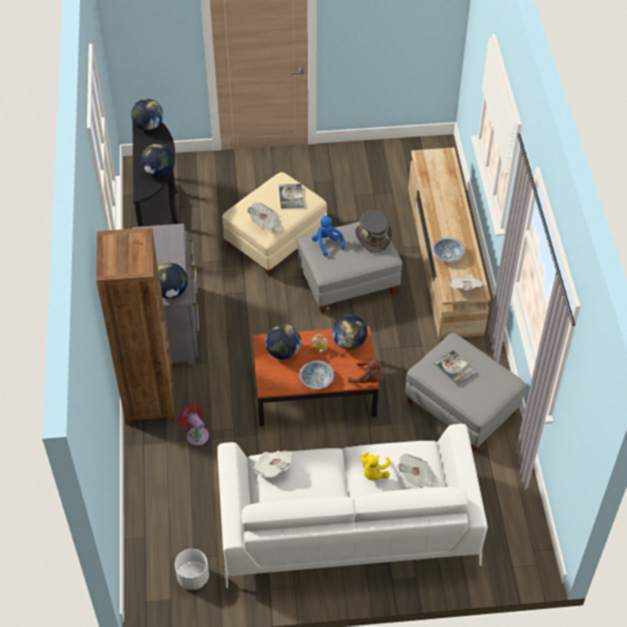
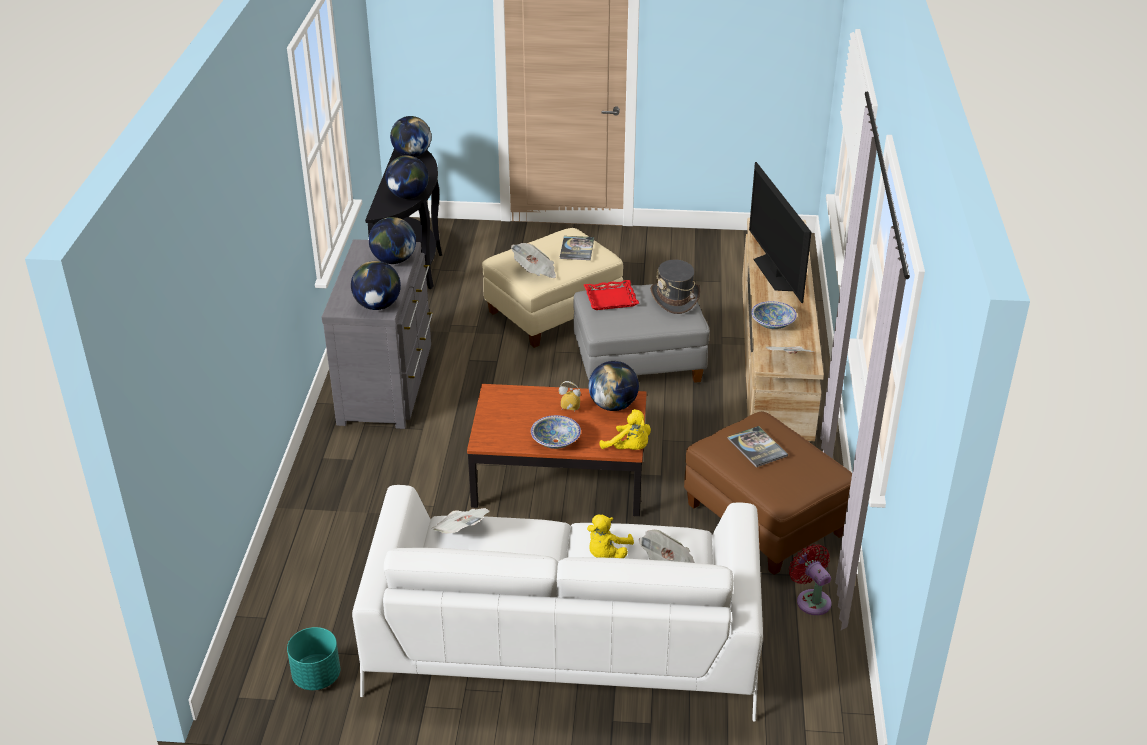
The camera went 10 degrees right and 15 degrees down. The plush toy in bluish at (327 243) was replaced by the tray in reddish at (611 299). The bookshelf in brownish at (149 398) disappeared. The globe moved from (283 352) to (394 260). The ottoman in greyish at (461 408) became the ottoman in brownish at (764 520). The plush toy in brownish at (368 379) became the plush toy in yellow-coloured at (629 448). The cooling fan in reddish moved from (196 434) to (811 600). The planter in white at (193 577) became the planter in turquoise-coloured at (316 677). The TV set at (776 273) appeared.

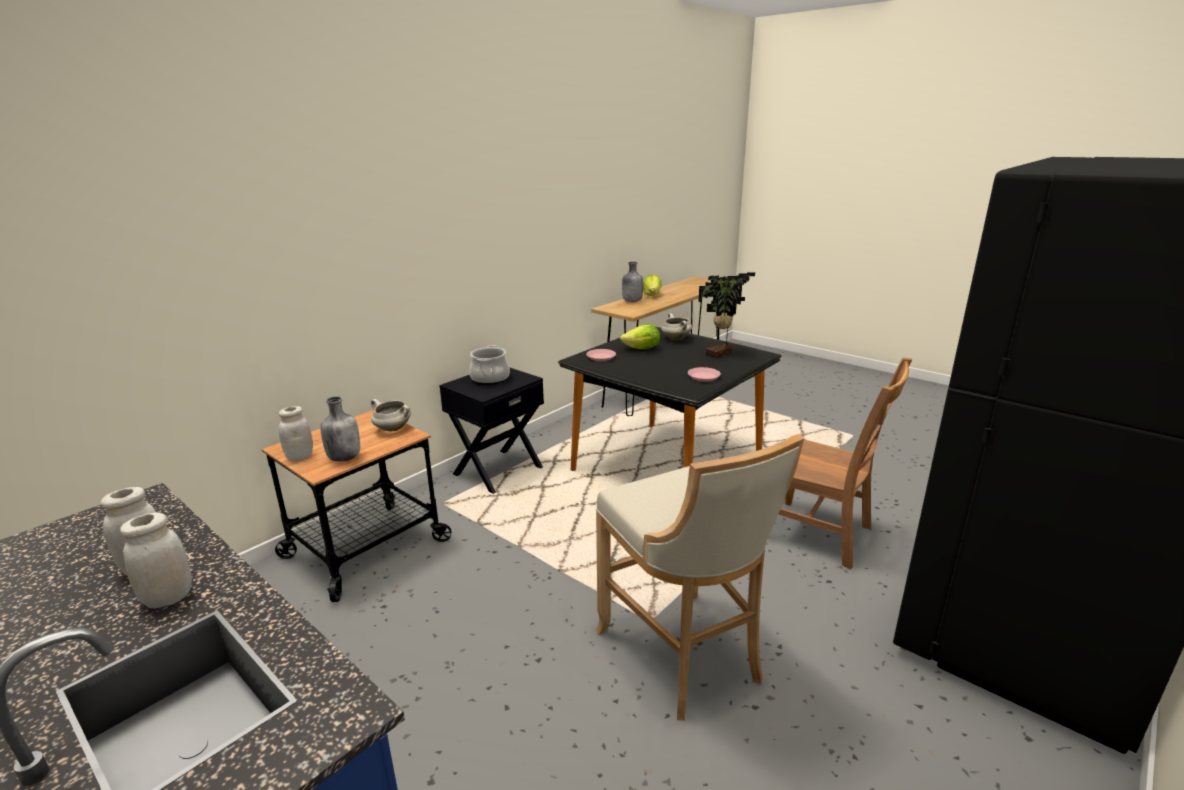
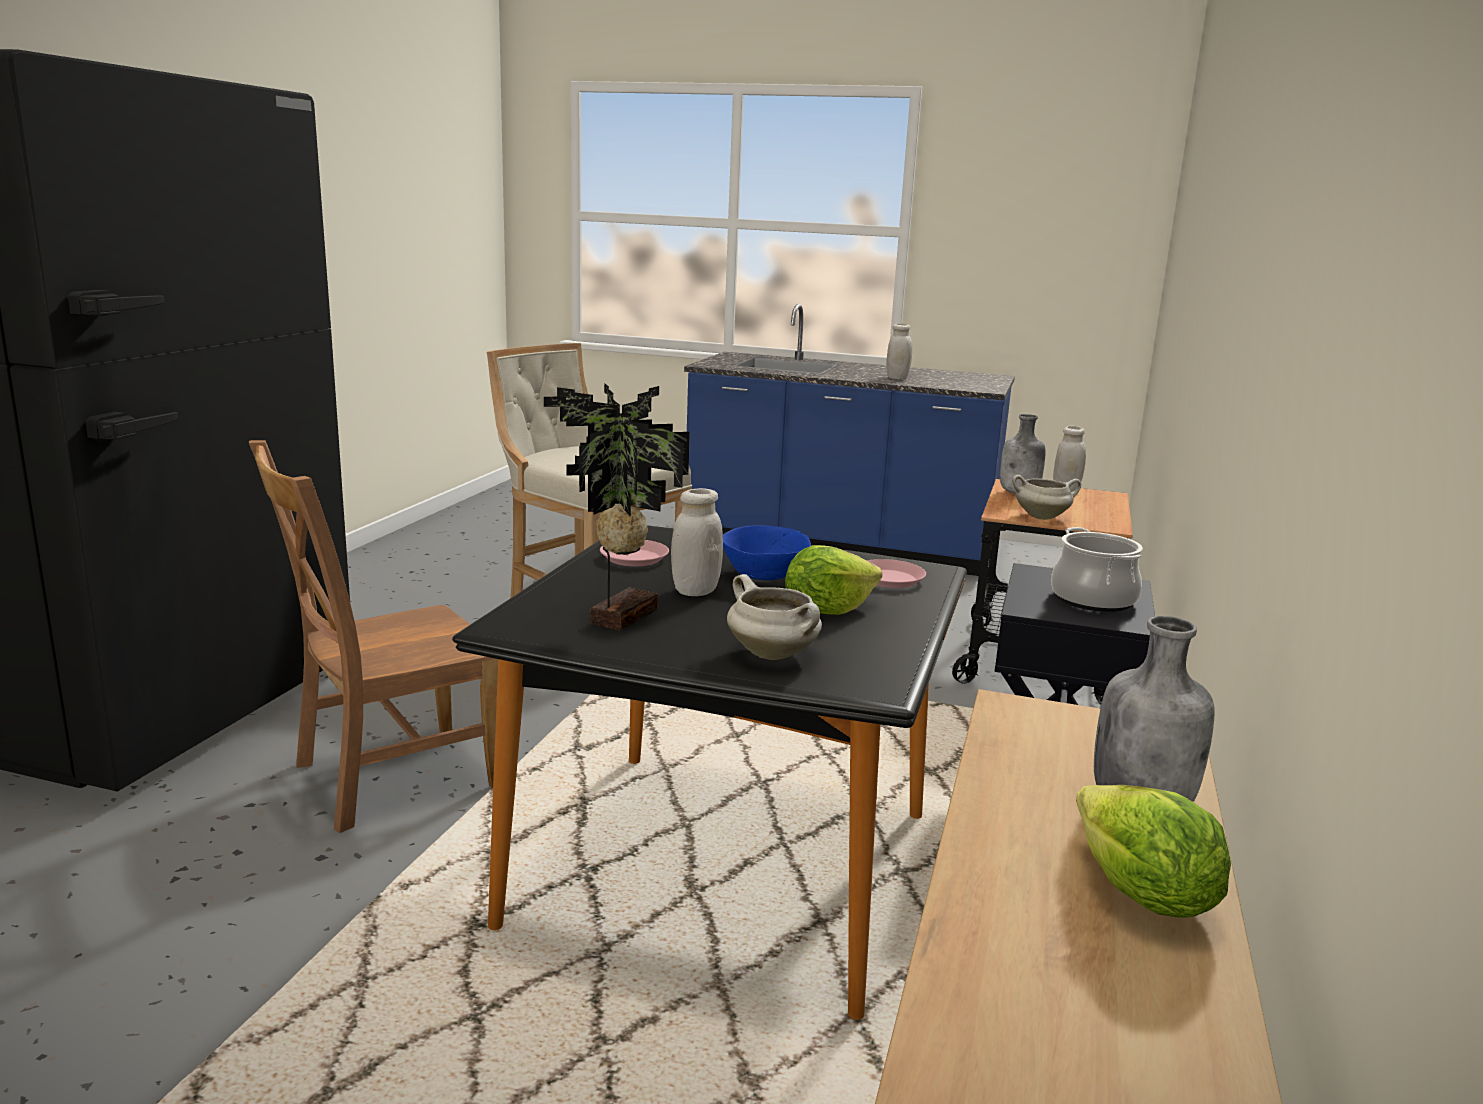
The camera went 155 degrees right and 5 degrees down. The plain chair in brownish at (821 534) turned 45 degrees counterclockwise. The jar in white moved from (168 598) to (695 590). The deep dish in bluish at (763 575) appeared.

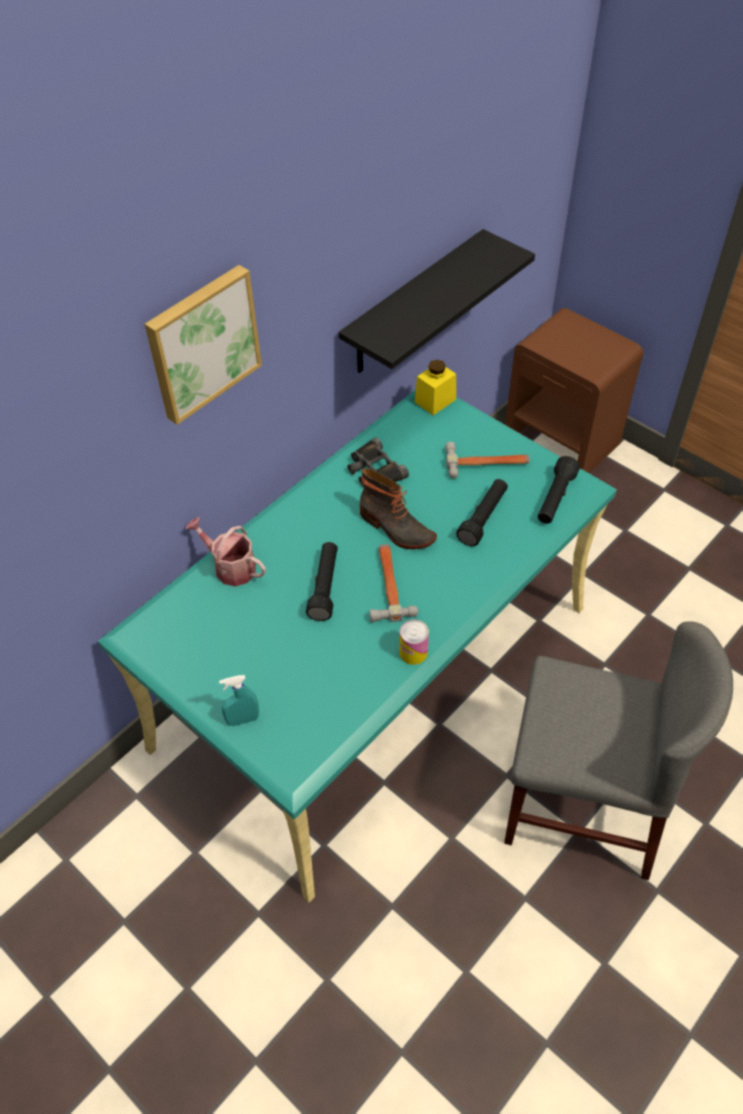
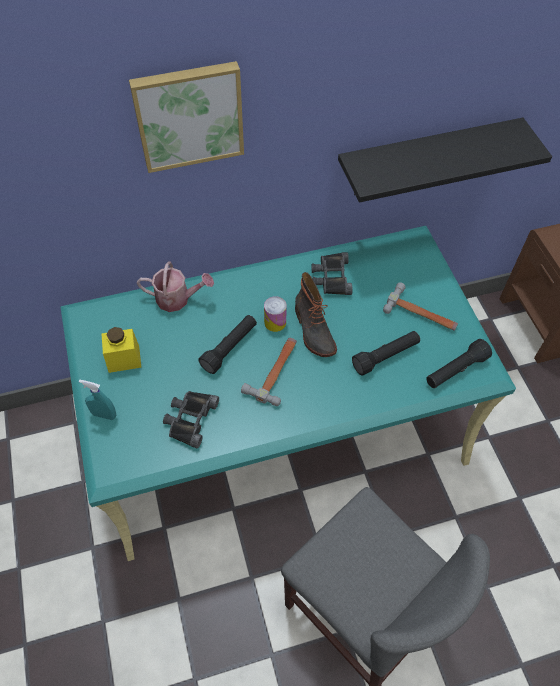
The camera went 30 degrees right and 5 degrees up. The jar in yellow-coloured moved from (435 401) to (124 359). The watering pot at (230 567) turned 120 degrees clockwise. The can moved from (413 652) to (275 322). The pair of binoculars in black at (190 419) appeared.

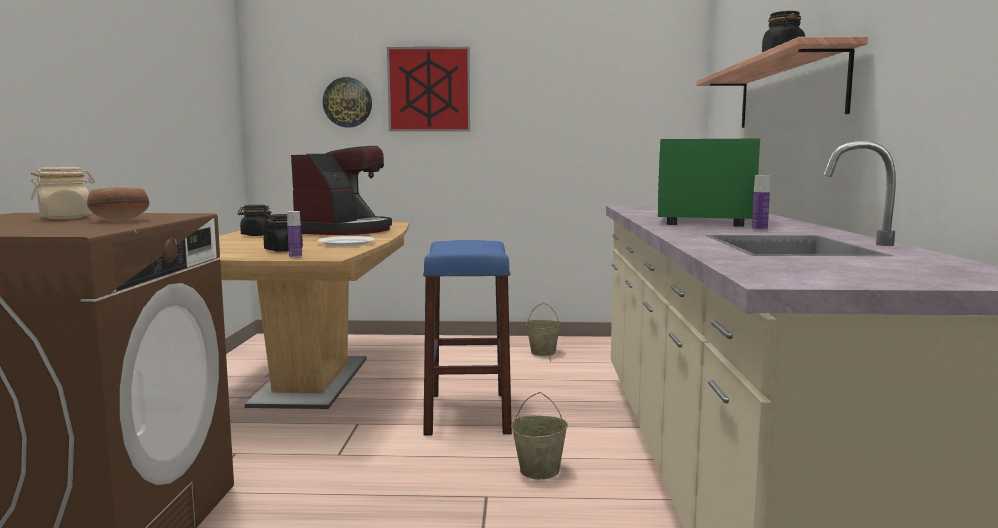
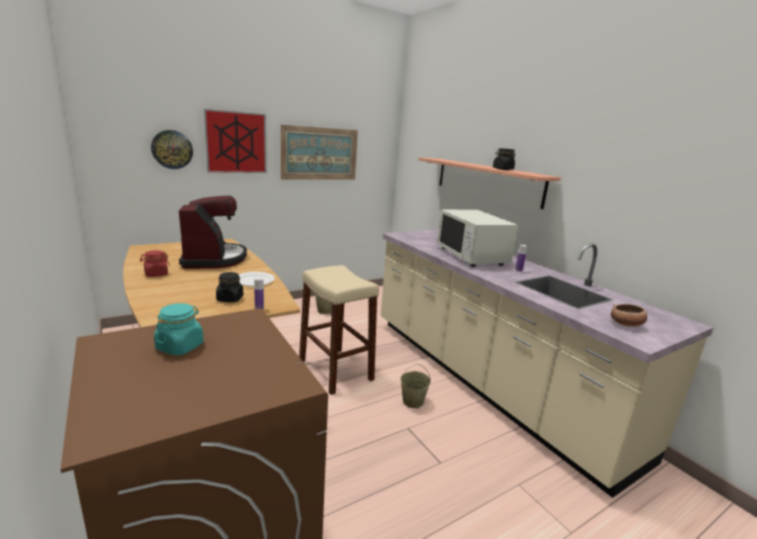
The camera went 35 degrees left and 10 degrees up. The microwave in green at (704 220) became the microwave in white at (472 256). The jar in beige-coloured at (66 218) became the jar in turquoise-coloured at (180 347). The deep dish moved from (119 220) to (626 325). The jar in black at (256 235) became the jar in reddish at (156 274). The sitting stool in bluish at (468 413) became the sitting stool in beige-coloured at (335 370). The picture at (319 153) appeared.

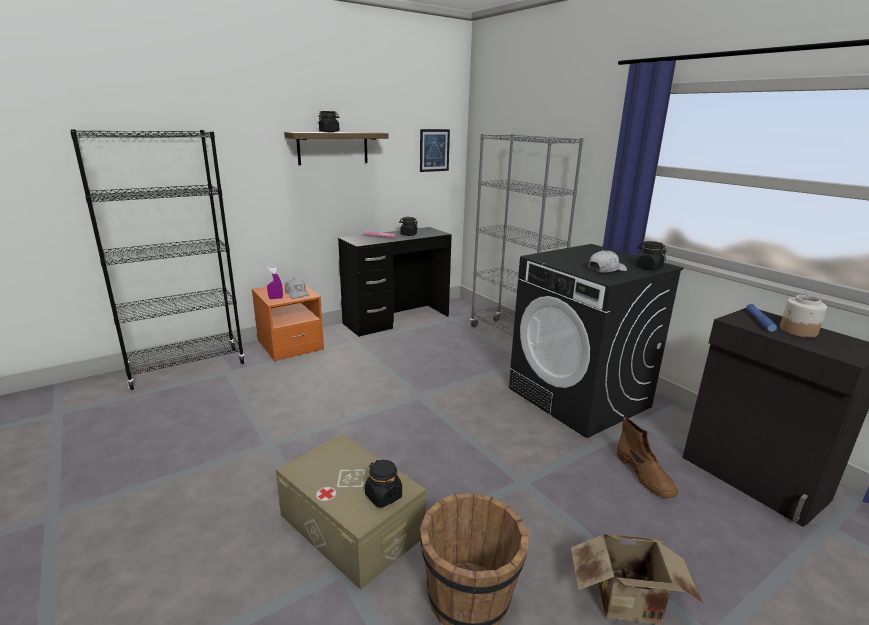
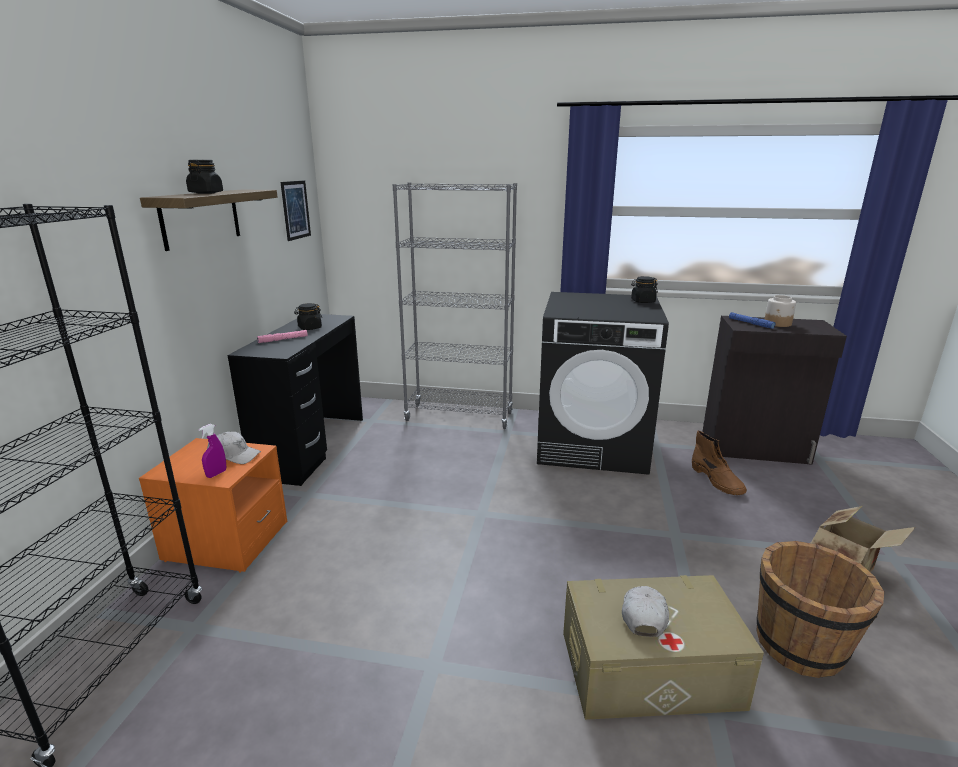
The camera went 45 degrees left and 0 degrees up. The cap in white moved from (606 270) to (643 615). The high-top boot in brownish at (644 475) turned 45 degrees clockwise. The jar in black at (383 496) disappeared.

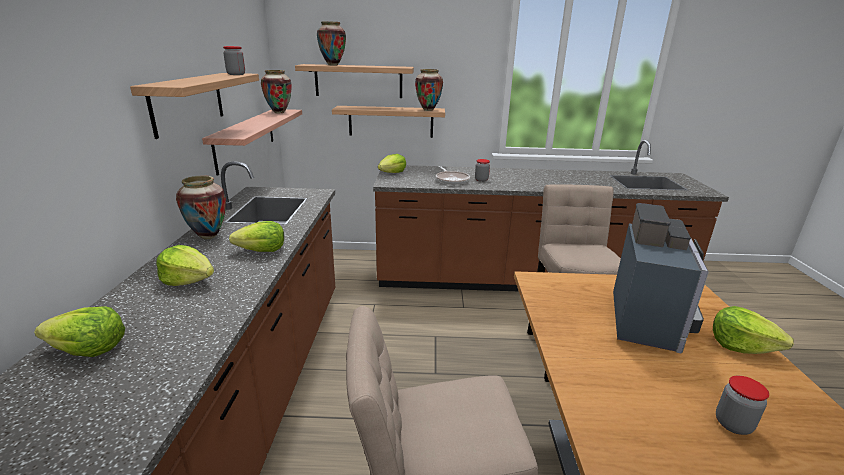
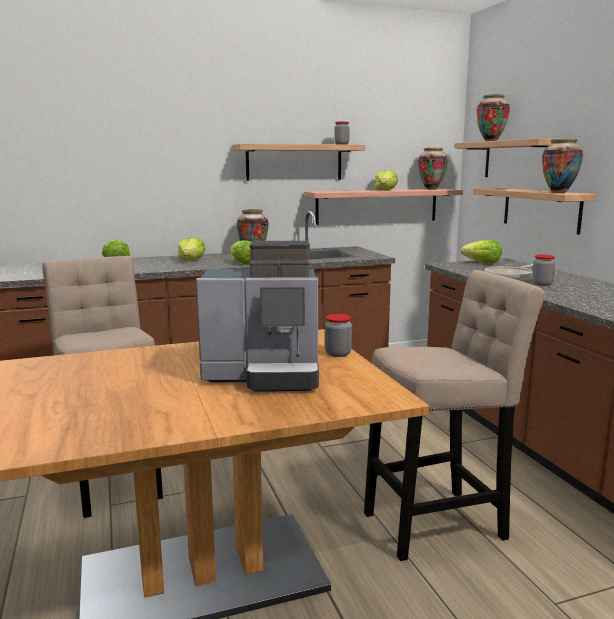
The camera went 70 degrees right and 10 degrees down. The lettuce head moved from (741 345) to (385 190). The jar moved from (733 424) to (338 353).

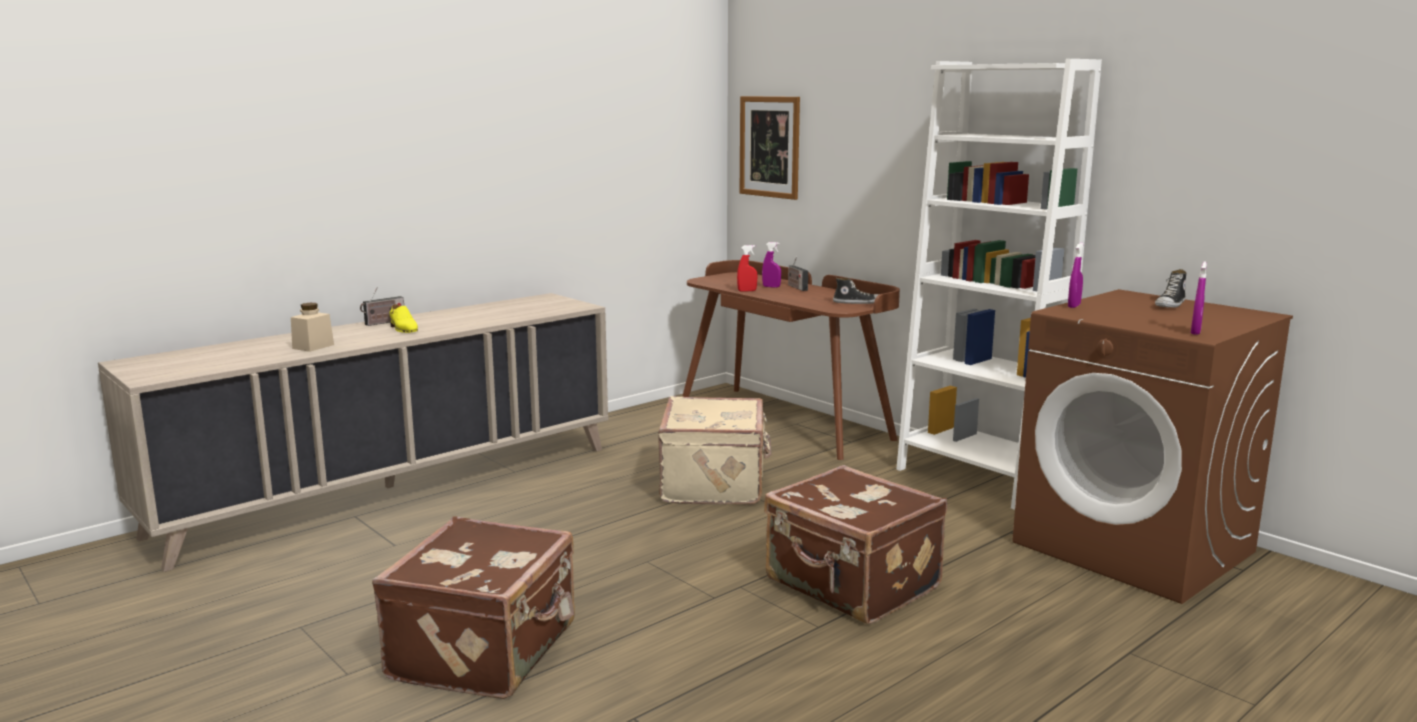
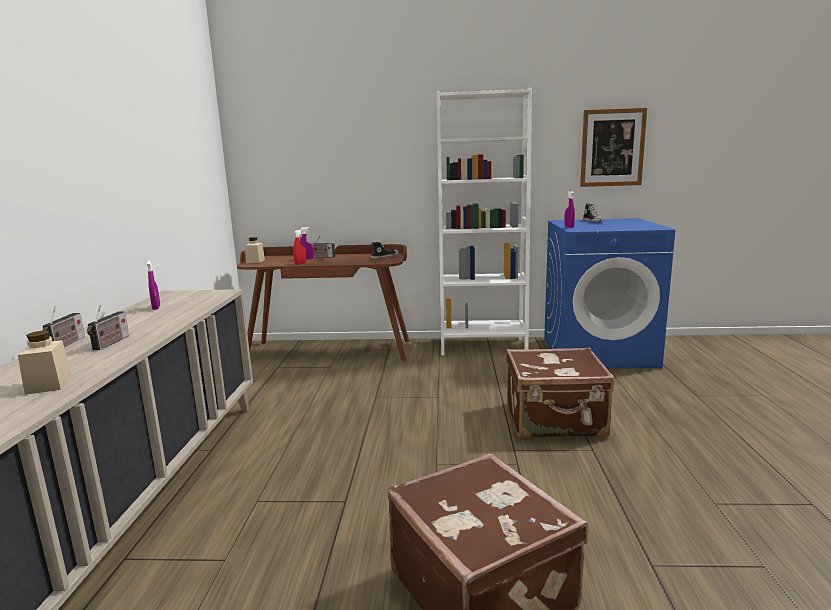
The camera went 45 degrees left and 0 degrees up. The picture moved from (769 147) to (612 148). The spray bottle in purplish moved from (1195 332) to (156 308). The laundry machine in brownish at (1134 547) became the laundry machine in bluish at (599 352). The low shoe in yellow-coloured at (403 329) was replaced by the radio receiver at (110 343). The travel case in beige-coloured at (715 484) disappeared. The jar in beige-coloured at (255 261) appeared.

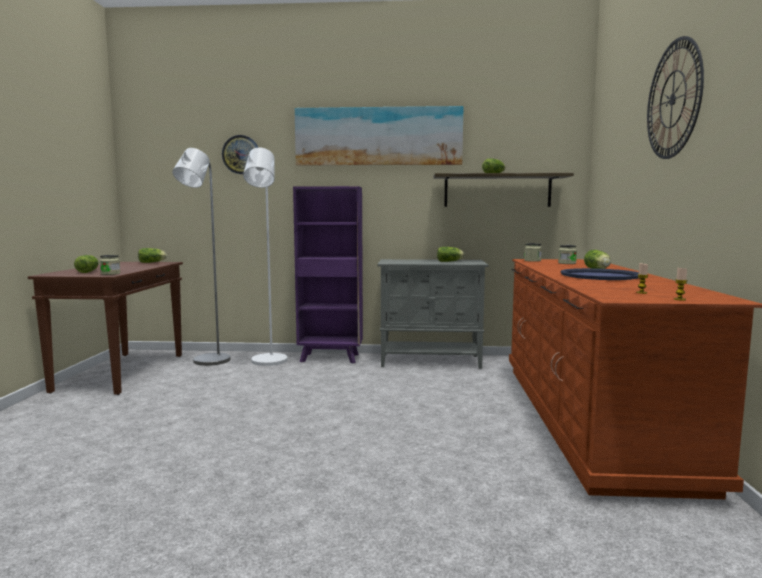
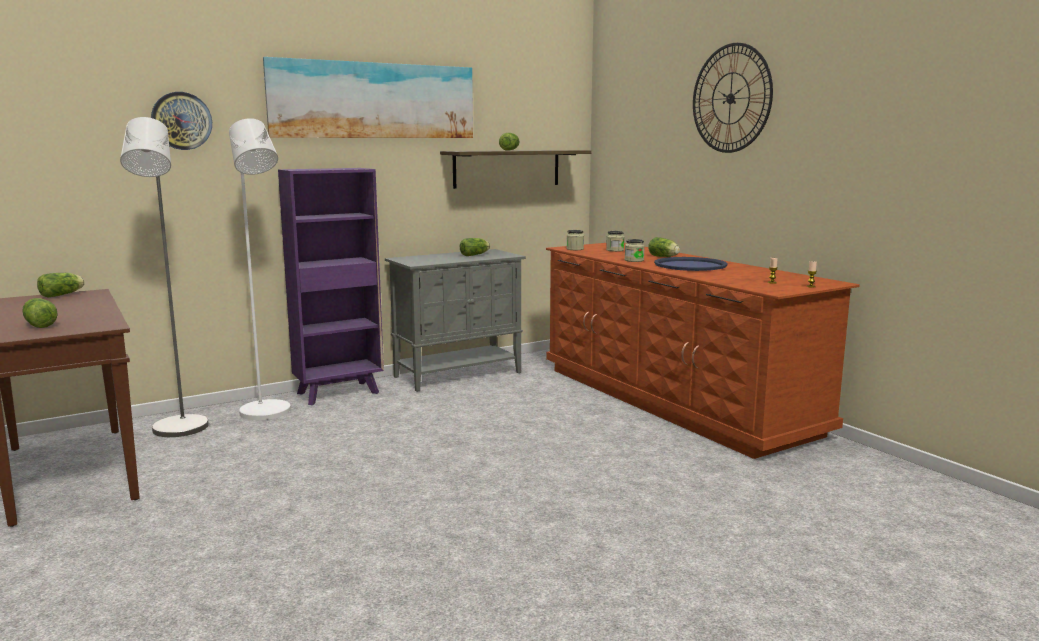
The camera went 35 degrees left and 5 degrees up. The jar moved from (110 274) to (634 260).

